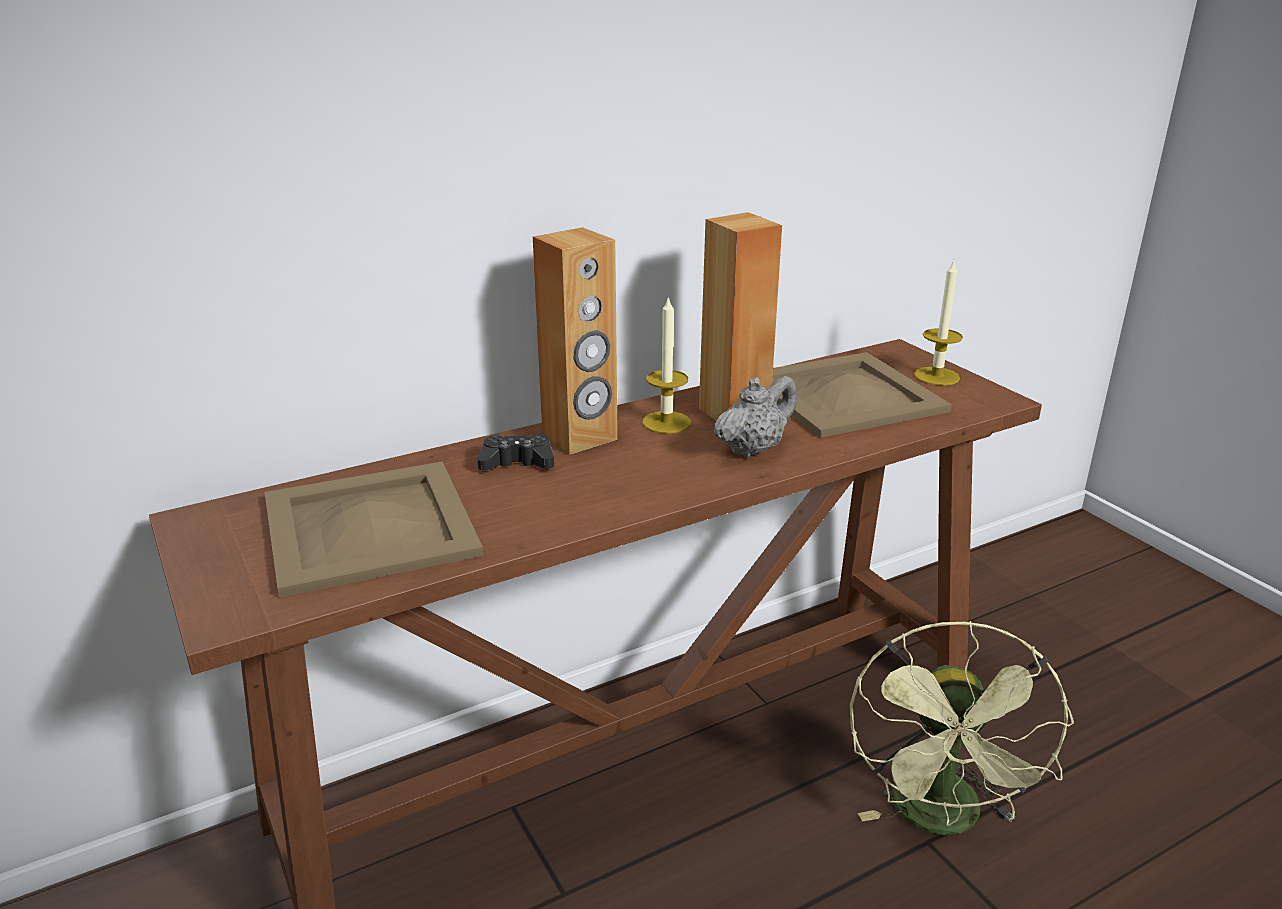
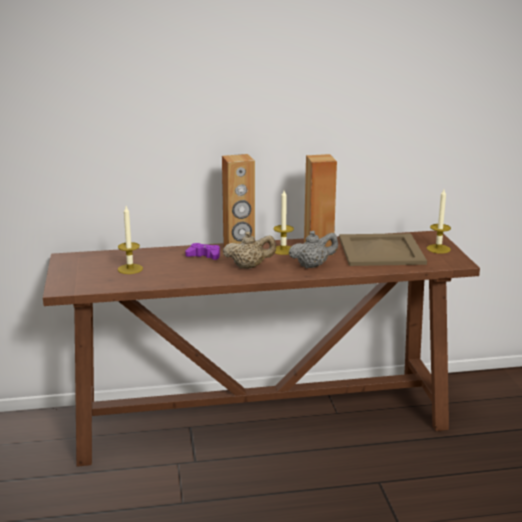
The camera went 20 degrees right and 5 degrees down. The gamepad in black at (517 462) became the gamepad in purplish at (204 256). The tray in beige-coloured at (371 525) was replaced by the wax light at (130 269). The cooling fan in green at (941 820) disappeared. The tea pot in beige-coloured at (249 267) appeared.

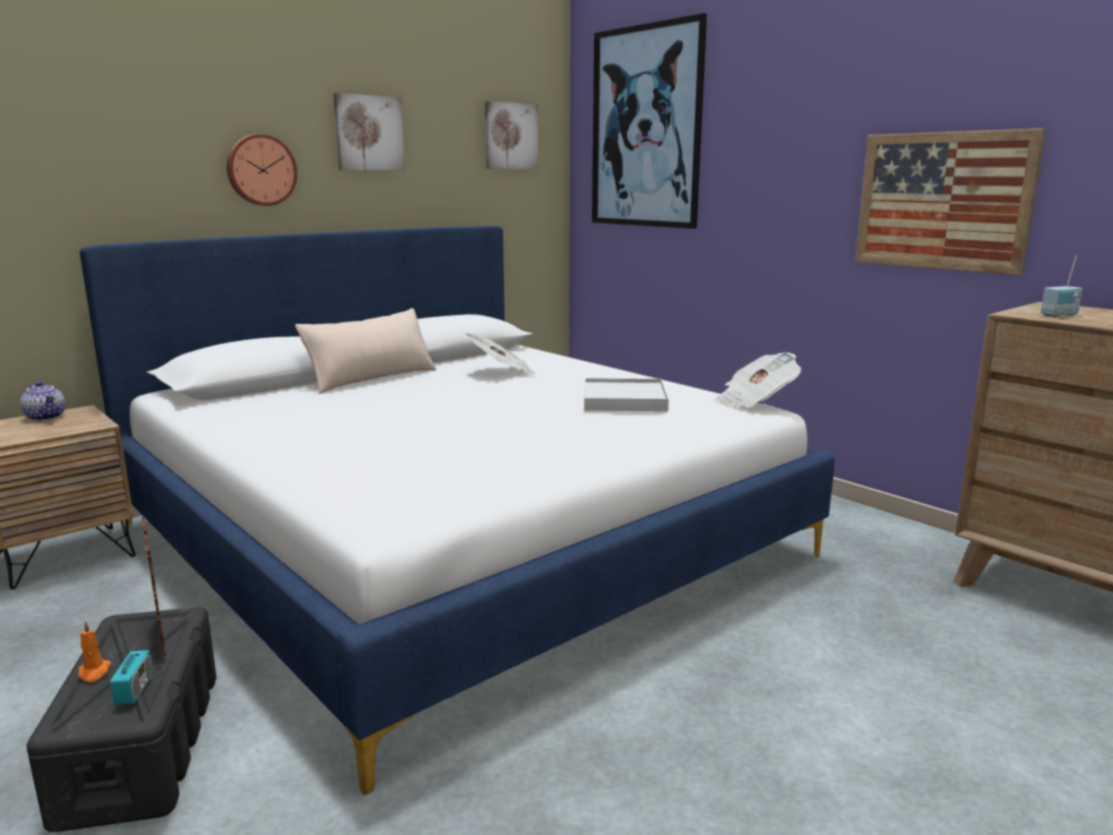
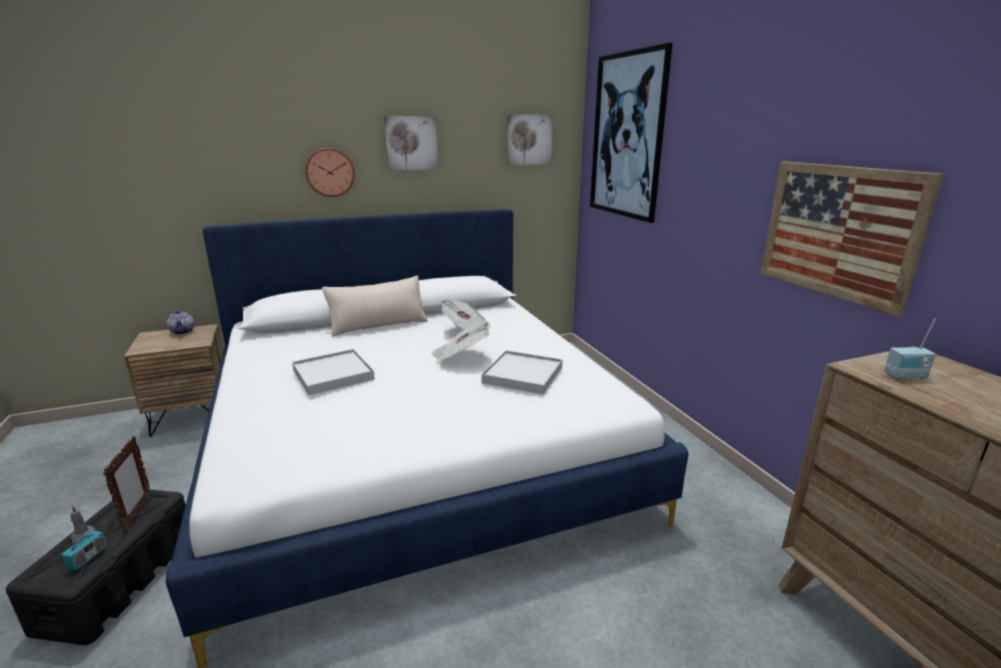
The camera went 20 degrees right and 5 degrees up. The newspaper moved from (754 401) to (459 356). The wax light in orangey at (94 672) became the wax light in greyish at (82 535). The tray in white at (333 375) appeared.

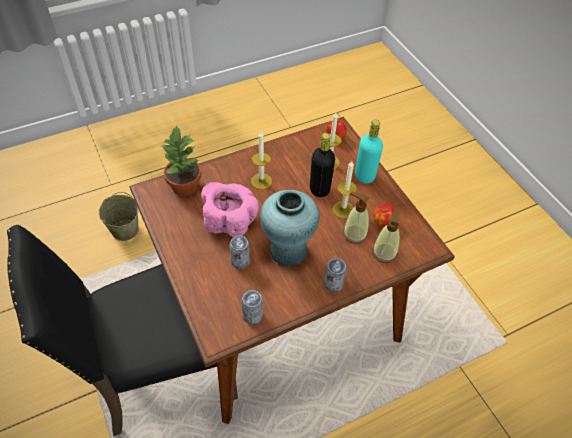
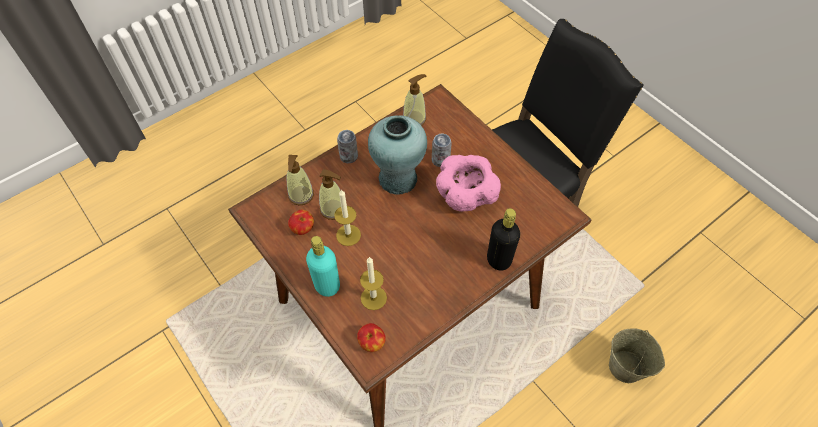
The camera went 170 degrees right and 5 degrees up. The potted plant at (184 186) disappeared. The wax light at (261 181) disappeared. The bottle in black moved from (319 189) to (499 260). The can at (252 316) was replaced by the liquid soap bottle at (414 119).

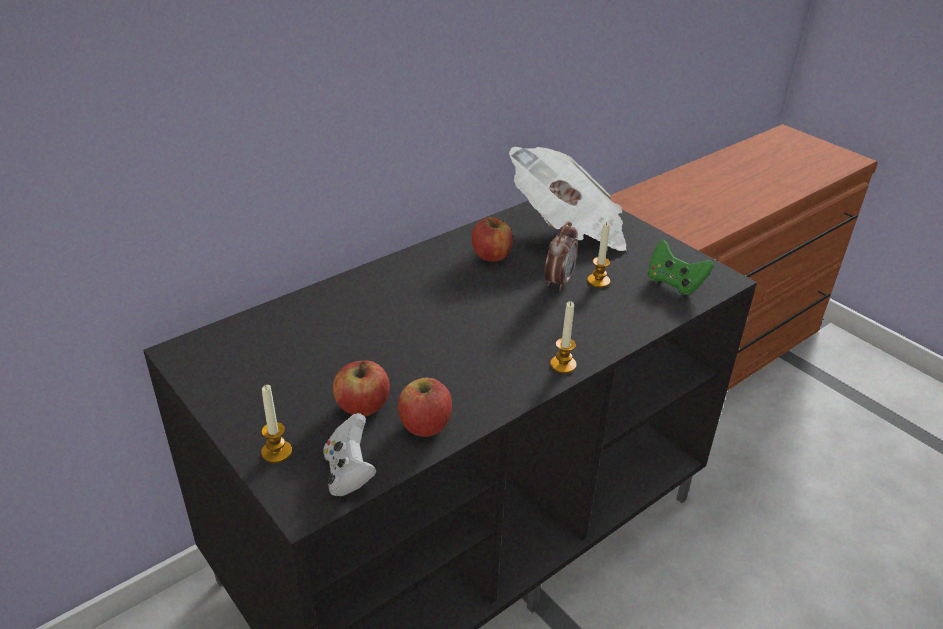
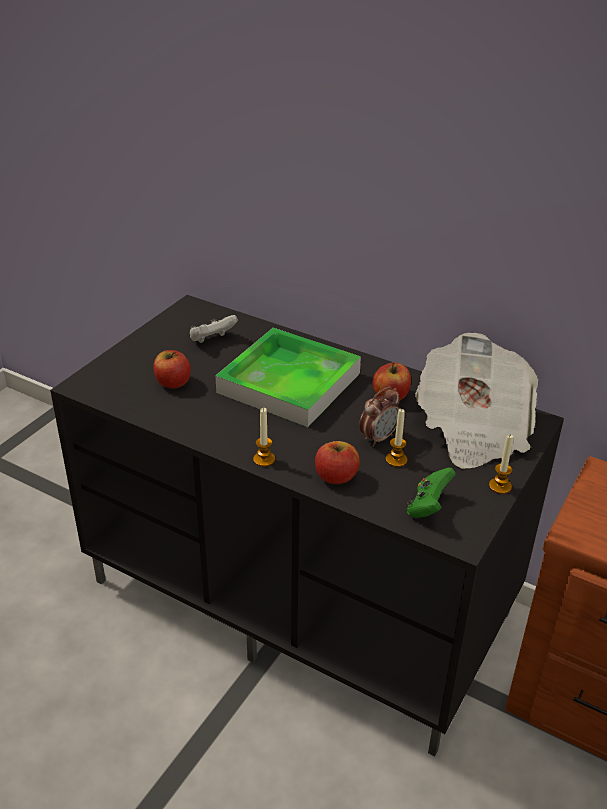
The camera went 70 degrees right and 0 degrees up. The alarm clock at (558 281) turned 45 degrees counterclockwise. The apple moved from (425 425) to (336 476). The wax light moved from (276 452) to (500 486). The gamepad in white moved from (349 473) to (212 340). The tray at (289 383) appeared.

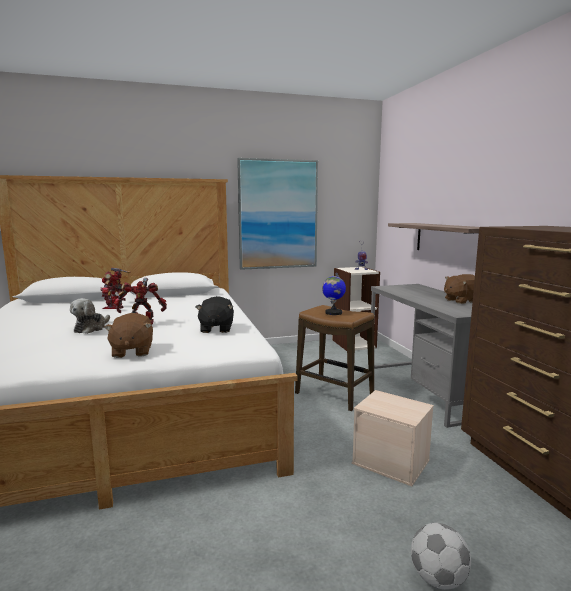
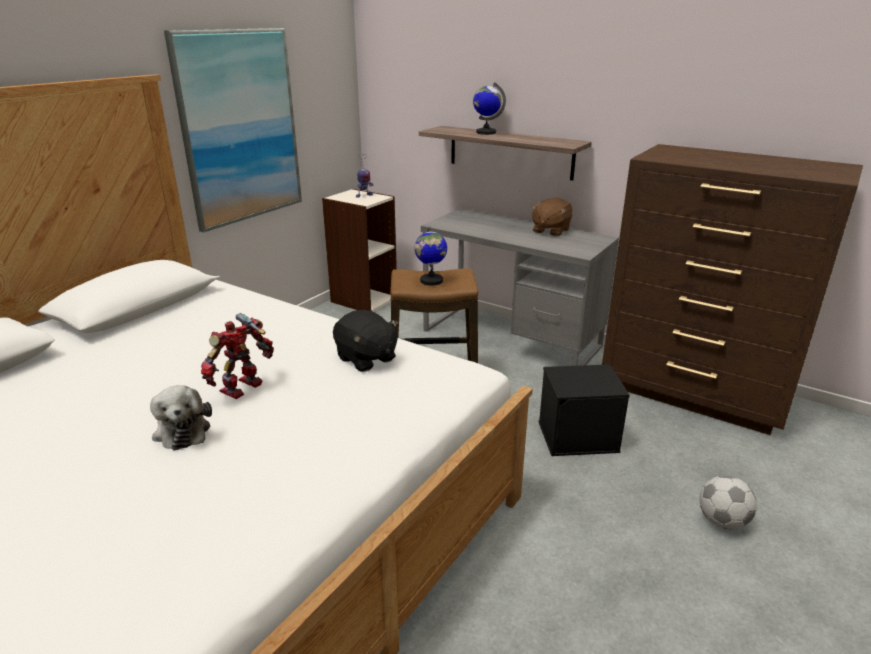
The camera went 40 degrees left and 15 degrees up. The model robot at (114 307) disappeared. The plush toy in brownish at (132 352) disappeared. The storage container in beige-coloured at (392 462) became the storage container in black at (578 436). The globe at (486 132) appeared.

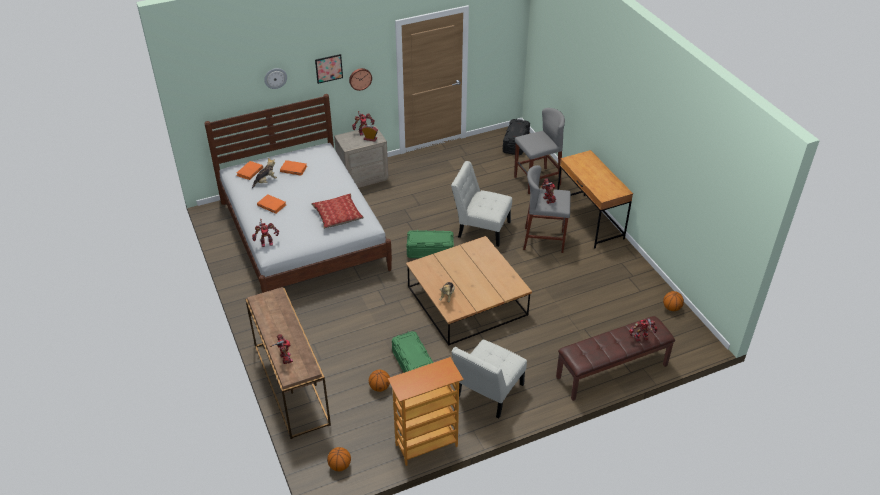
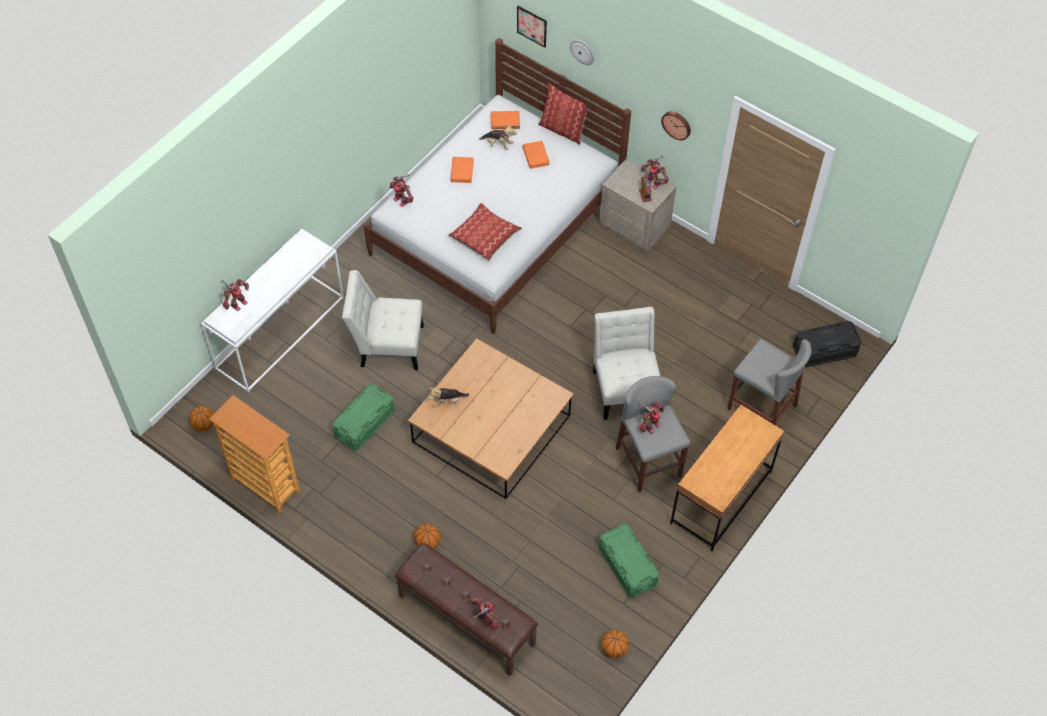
The camera went 60 degrees right and 15 degrees up. The picture moved from (329 68) to (532 26). The storage container in green moved from (430 251) to (627 566). The hall table in brownish at (290 384) became the hall table in white at (280 331). The plain chair in white moved from (487 393) to (387 345). The basketball moved from (379 387) to (427 543). The cushion at (563 129) appeared.

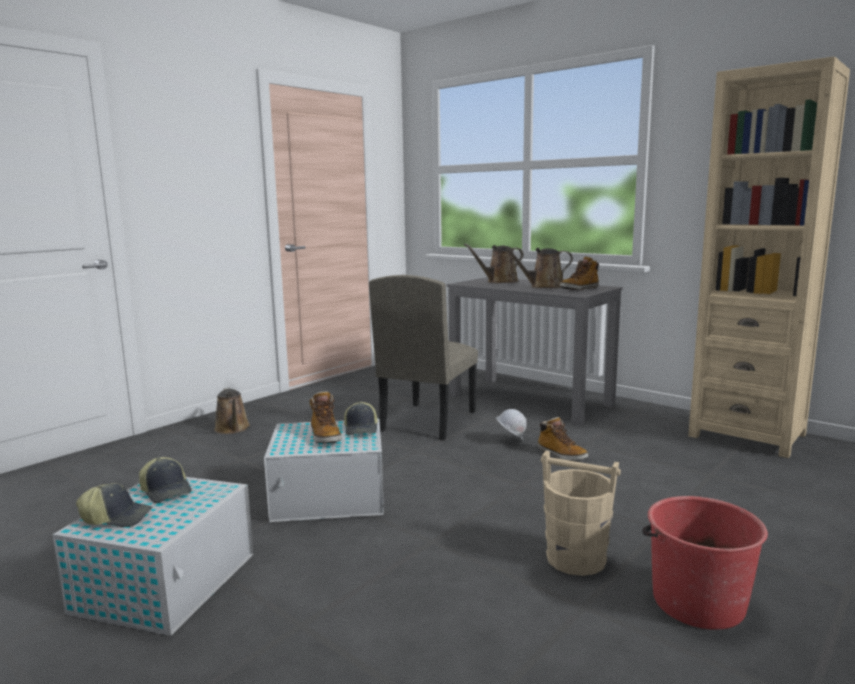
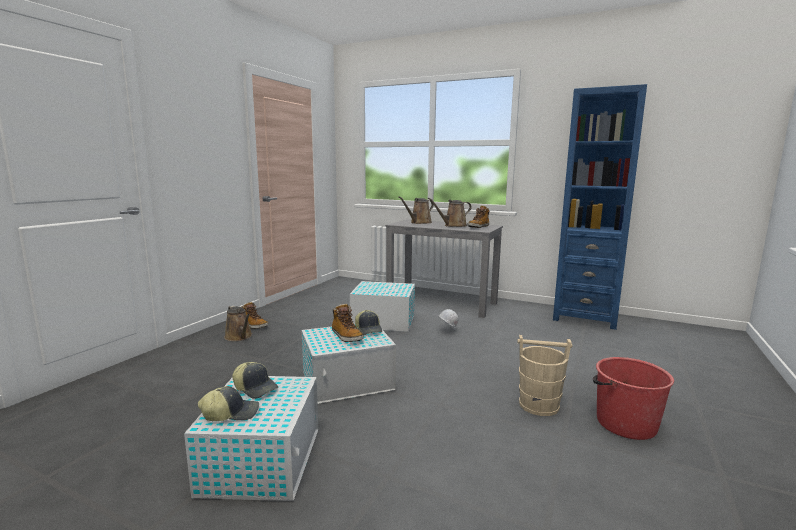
The camera went 15 degrees left and 0 degrees up. The bookshelf in beige-coloured at (747 435) became the bookshelf in bluish at (585 317). The plain chair in beige-coloured at (427 421) was replaced by the storage container in white at (382 321). The high-top boot moved from (561 455) to (253 325).

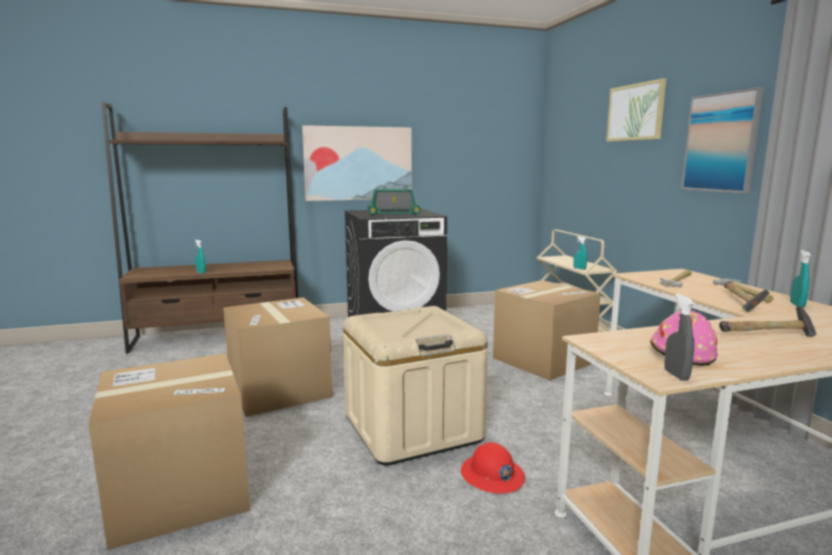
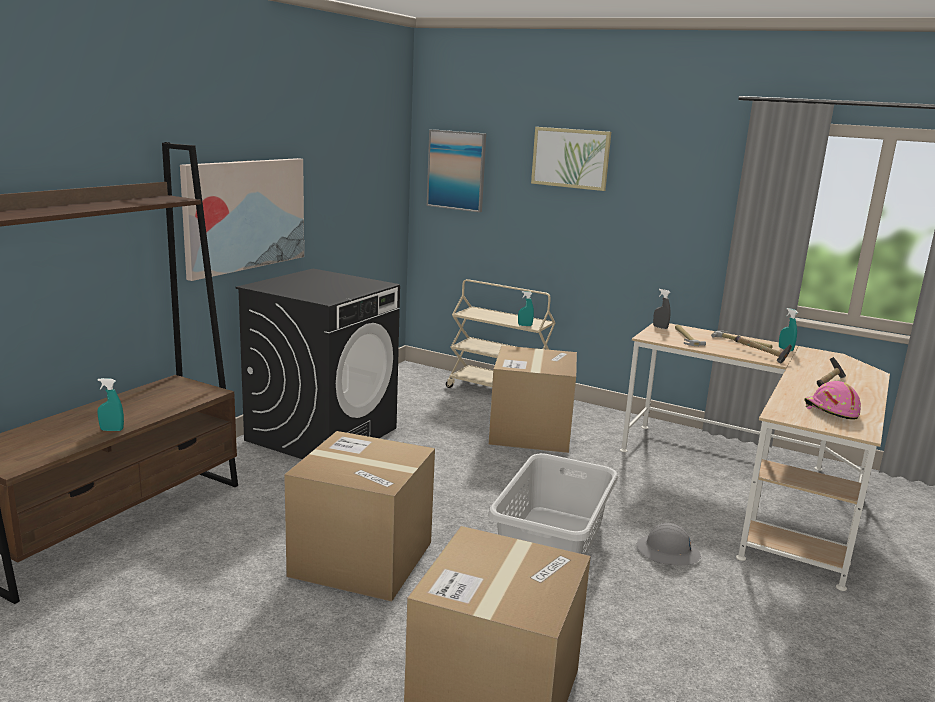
The camera went 45 degrees left and 5 degrees up. The picture moved from (721 142) to (456 170). The radio receiver at (393 214) disappeared. The spray bottle in greyish moved from (676 375) to (660 327). The storage container in beige-coloured at (412 428) was replaced by the washing basket in greyish at (553 541). The safety helmet in reddish at (492 475) became the safety helmet in greyish at (668 552).

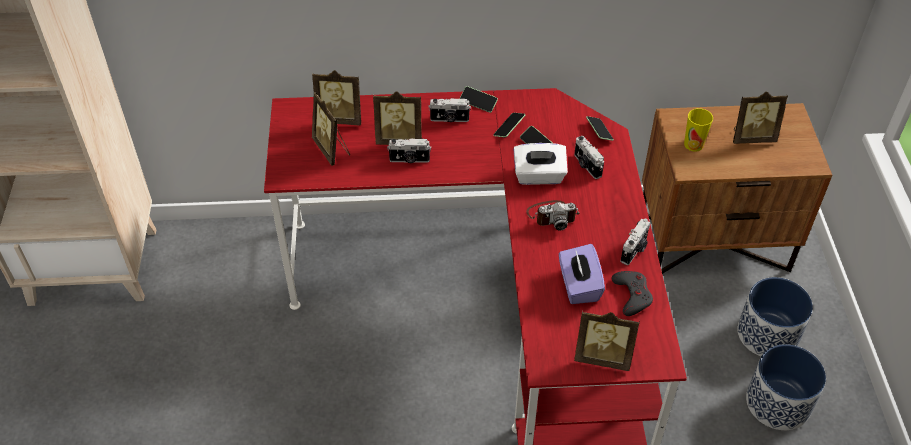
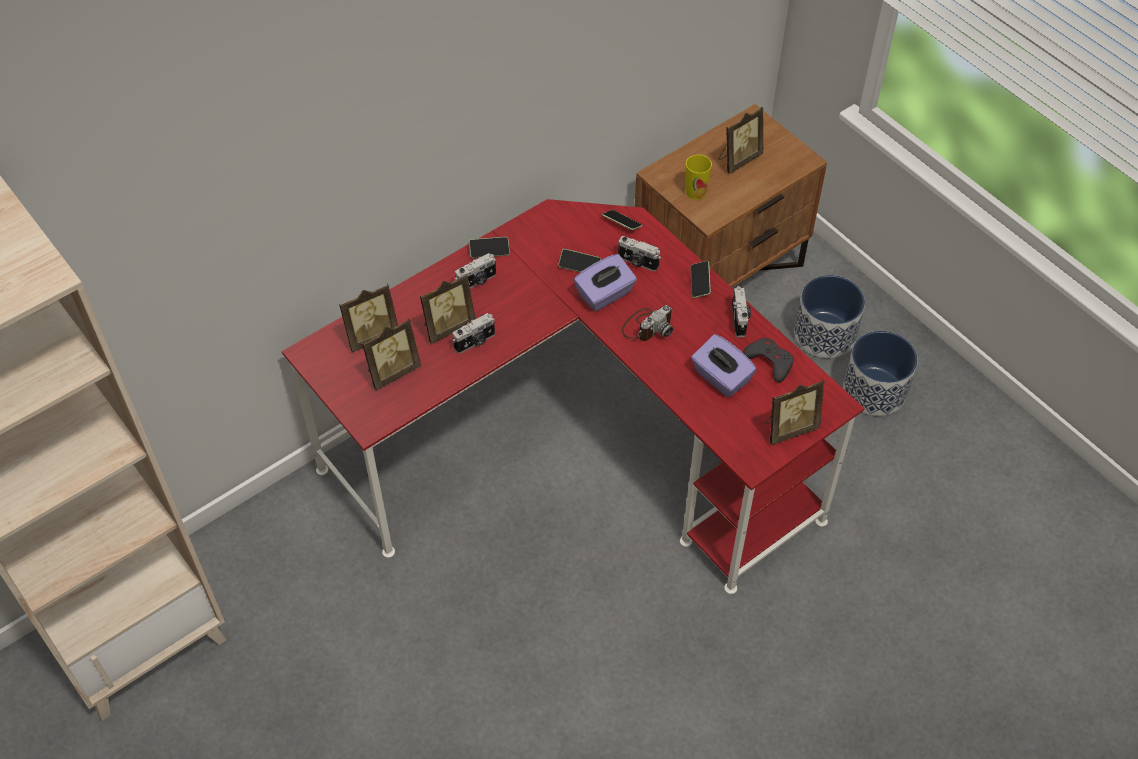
The camera went 35 degrees left and 5 degrees up. The picture frame at (332 149) turned 60 degrees counterclockwise. The phone moved from (509 129) to (700 283). The box of tissues in white at (539 176) became the box of tissues in purplish at (605 294).

